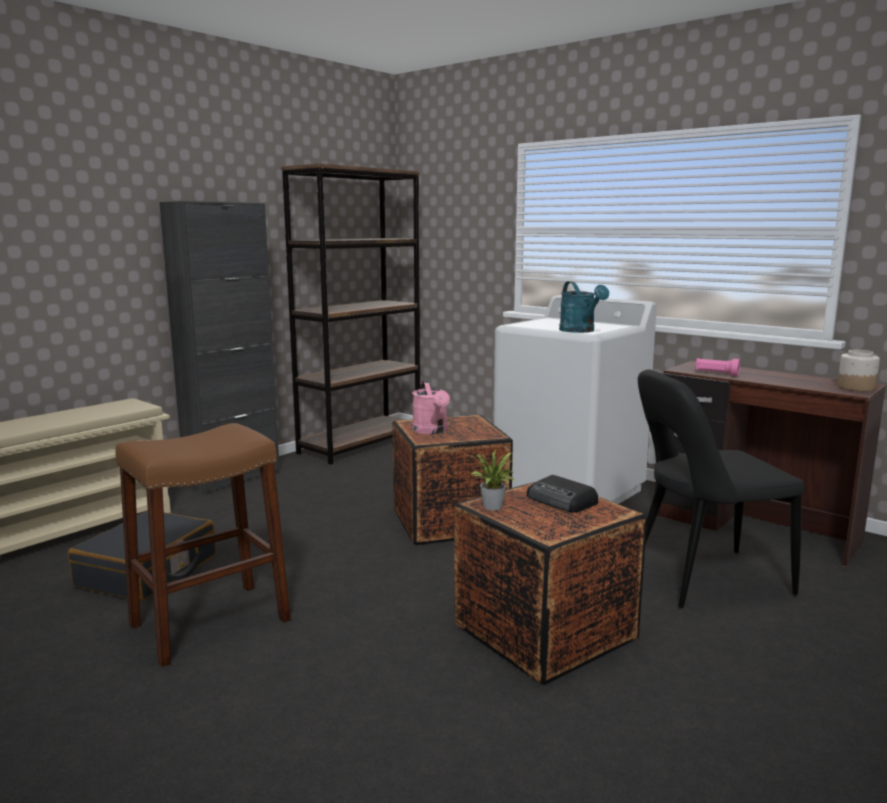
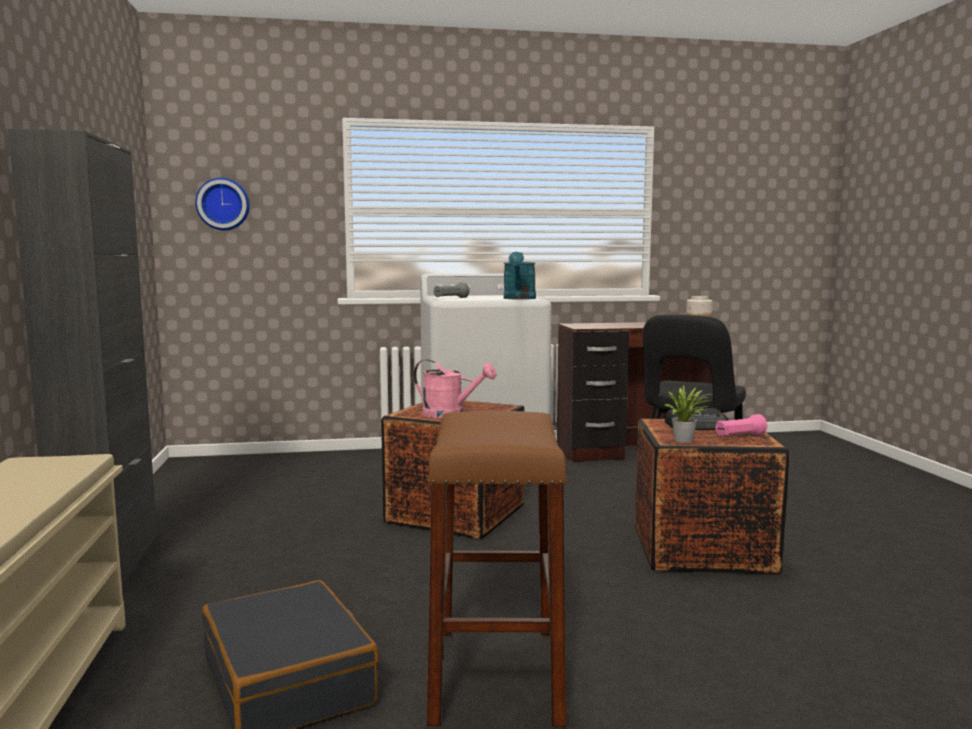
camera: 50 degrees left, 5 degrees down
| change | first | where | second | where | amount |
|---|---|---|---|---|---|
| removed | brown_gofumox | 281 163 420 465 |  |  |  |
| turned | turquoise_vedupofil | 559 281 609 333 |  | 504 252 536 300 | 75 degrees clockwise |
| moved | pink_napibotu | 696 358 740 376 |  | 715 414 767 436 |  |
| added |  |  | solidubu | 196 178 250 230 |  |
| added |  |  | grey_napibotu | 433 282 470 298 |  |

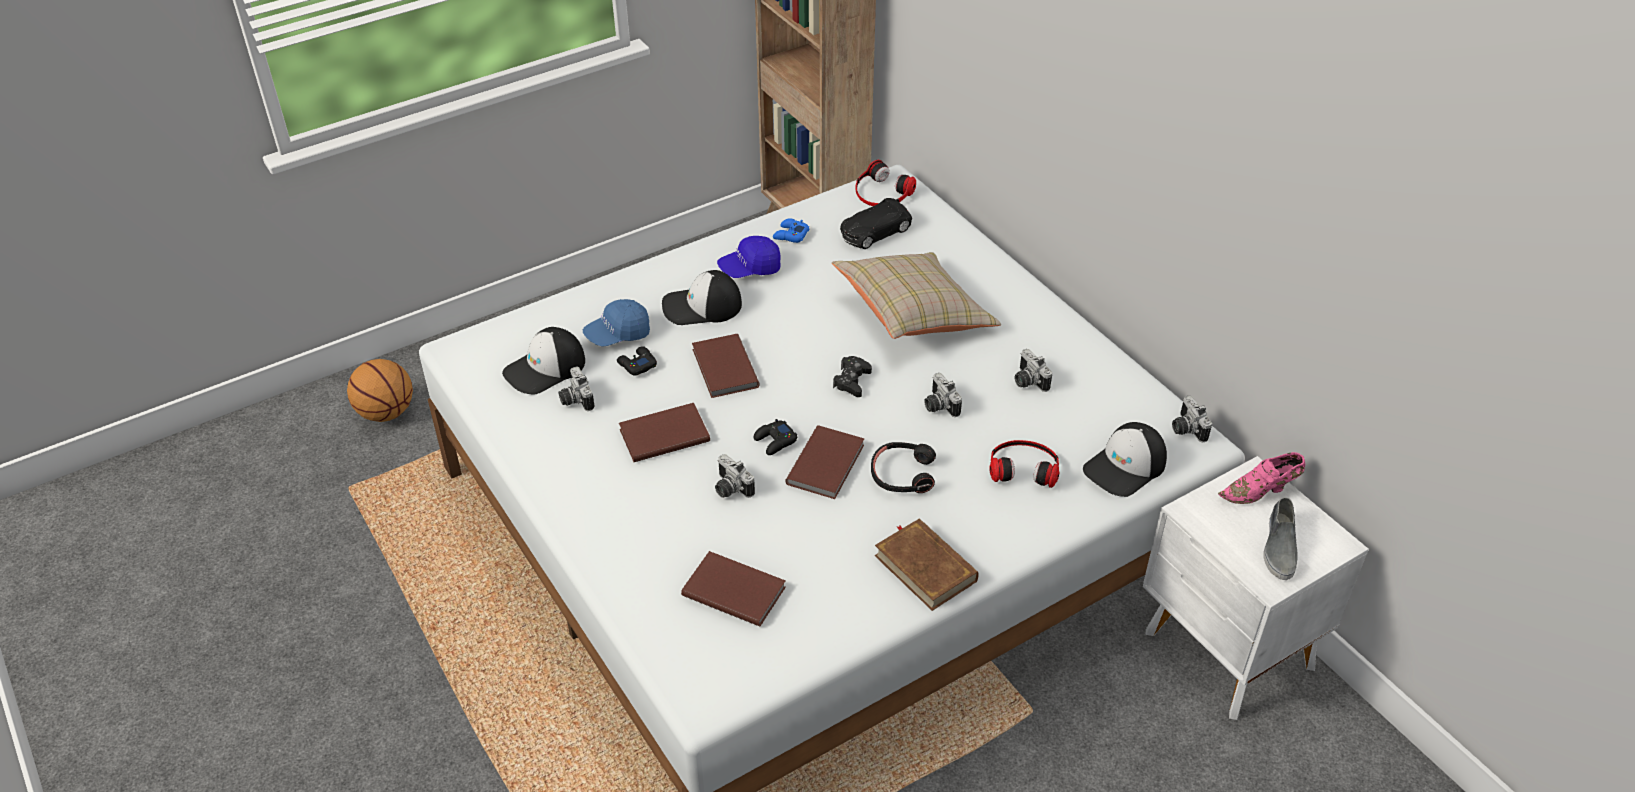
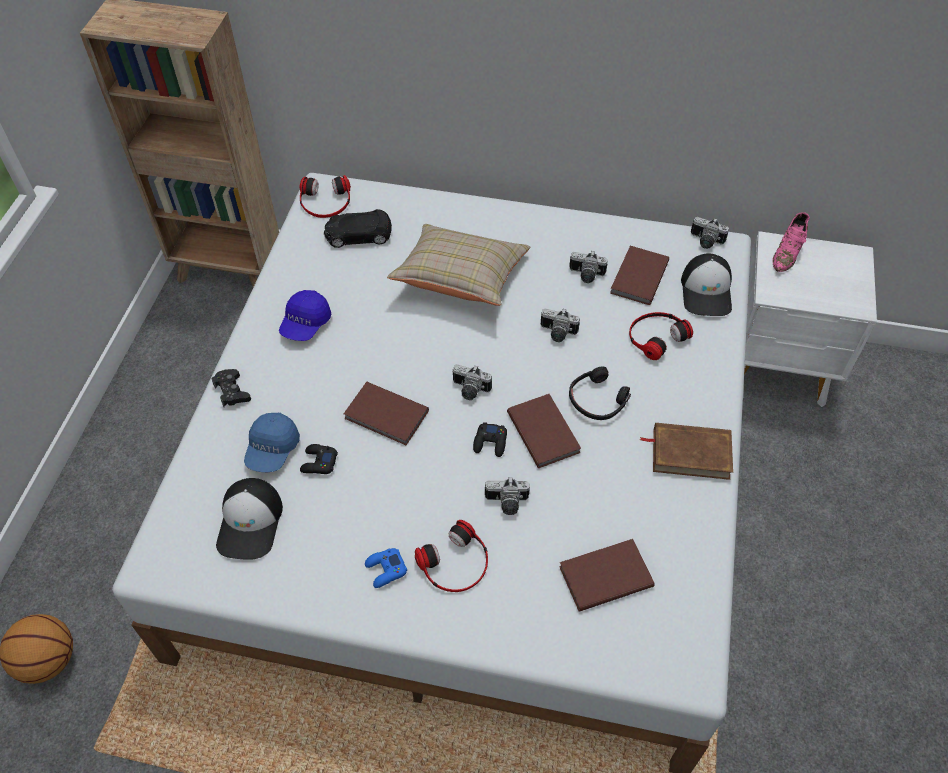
camera: 45 degrees left, 10 degrees up
| change | first | where | second | where | amount |
|---|---|---|---|---|---|
| moved | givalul | 558 366 595 411 |  | 453 364 492 400 |  |
| moved | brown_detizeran | 619 403 710 462 |  | 610 246 669 305 |  |
| removed | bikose | 662 270 742 325 |  |  |  |
| moved | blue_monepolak | 773 218 809 243 |  | 365 548 407 588 |  |
| moved | black_monepolak | 833 356 872 397 |  | 212 369 251 407 |  |
| turned | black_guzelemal | 840 198 912 249 |  | 324 209 392 248 | 75 degrees clockwise |
| removed | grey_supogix | 1263 498 1298 580 |  |  |  |
| added |  |  | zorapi | 415 520 488 592 |  |

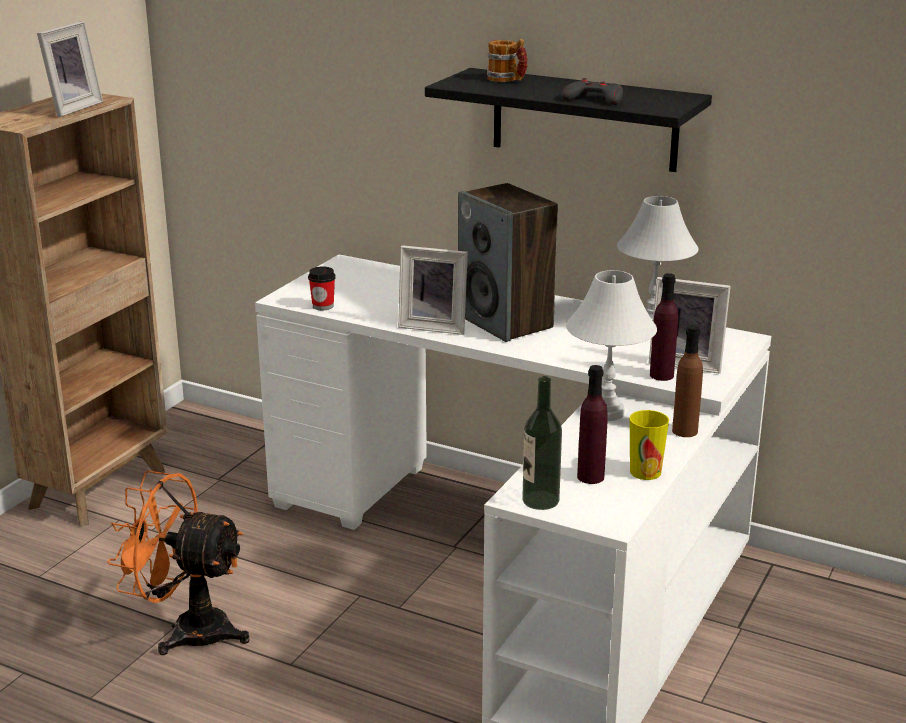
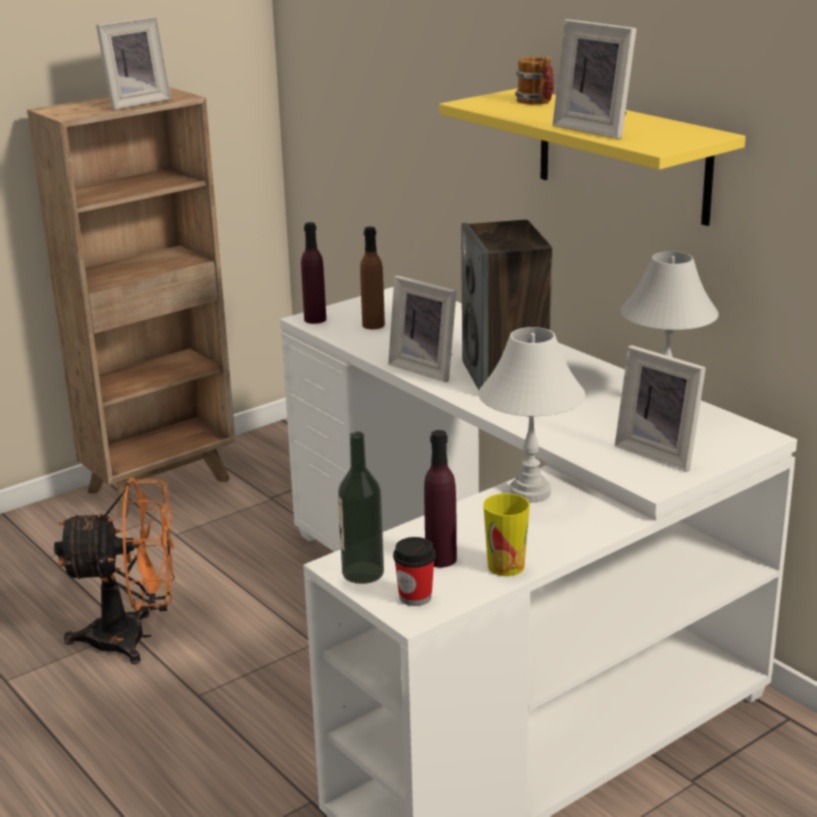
camera: 25 degrees right, 0 degrees up
| change | first | where | second | where | amount |
|---|---|---|---|---|---|
| turned | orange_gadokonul | 107 471 250 655 |  | 54 478 175 664 | 135 degrees clockwise |
| moved | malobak | 308 267 336 310 |  | 393 537 436 606 |  |
| recoloured | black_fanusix | 425 68 712 172 | yellow_fanusix | 439 88 746 226 |  |
| replaced | grey_monepolak | 561 78 623 105 | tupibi | 552 19 637 139 |  |
| moved | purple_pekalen | 650 273 678 381 |  | 301 222 326 324 |  |
| moved | brown_pekalen | 672 325 703 437 |  | 360 227 385 329 |  |

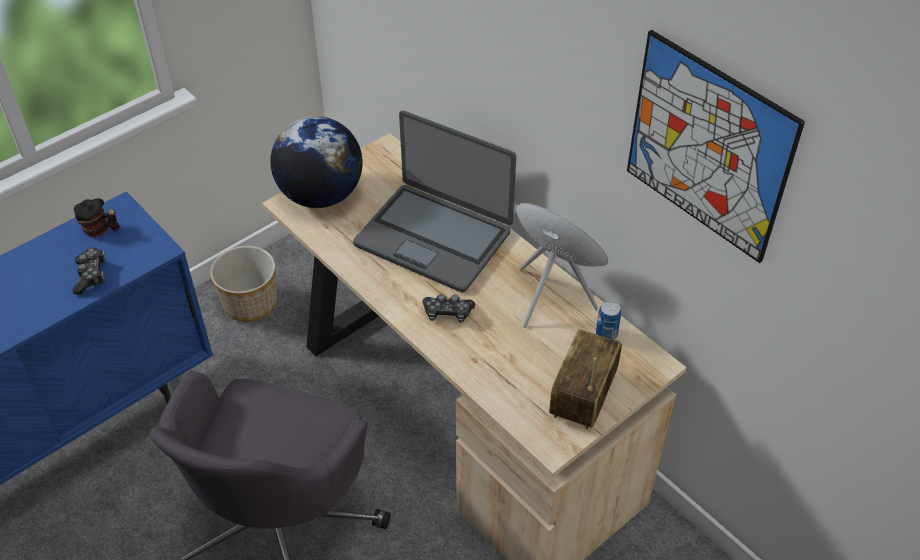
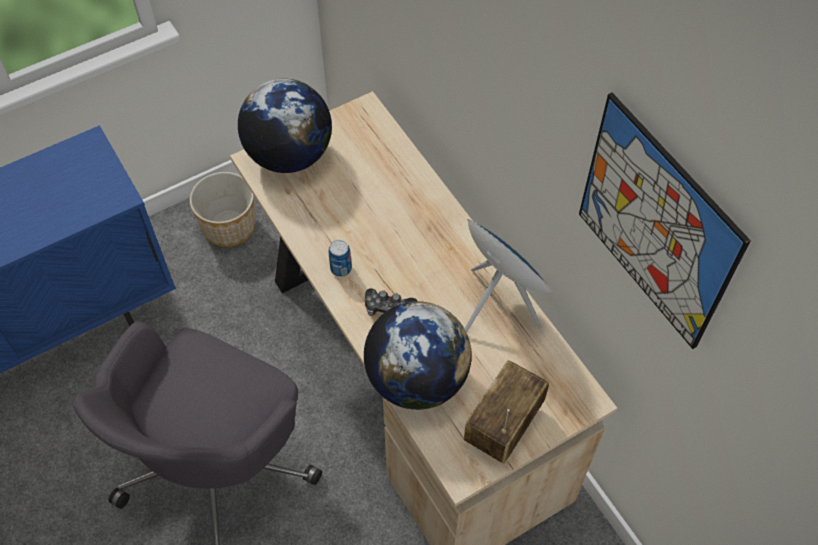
camera: 10 degrees right, 10 degrees up
| change | first | where | second | where | amount |
|---|---|---|---|---|---|
| removed | monepolak | 72 247 105 295 |  |  |  |
| removed | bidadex | 74 198 120 237 |  |  |  |
| removed | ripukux | 353 110 516 293 |  |  |  |
| moved | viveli | 596 301 621 340 |  | 328 240 352 277 |  |
| added |  |  | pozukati | 364 301 472 410 |  |

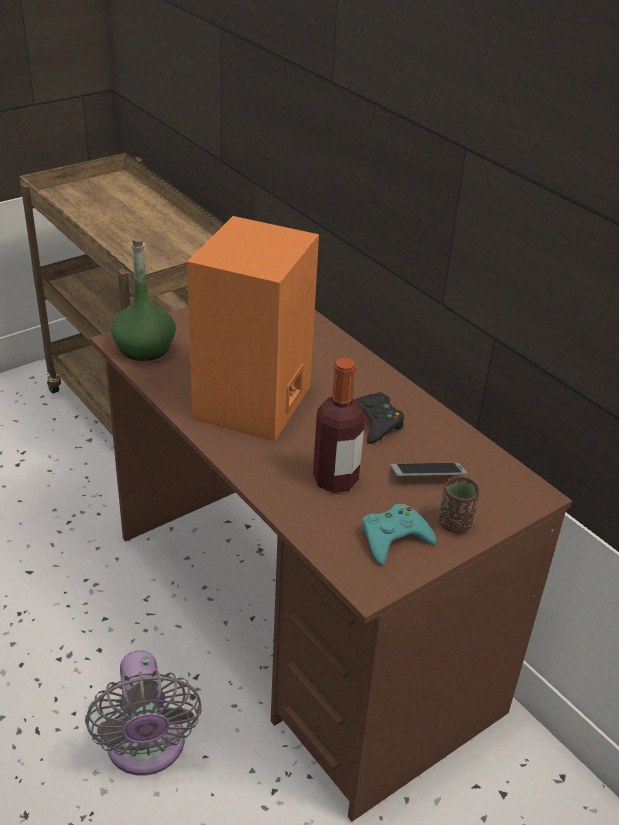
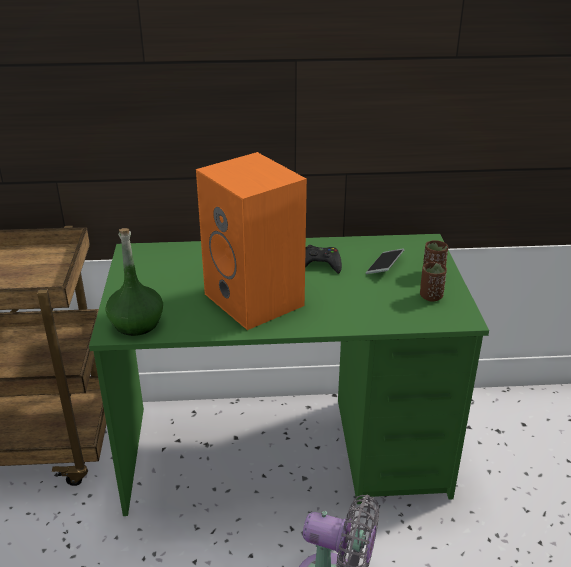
camera: 55 degrees left, 5 degrees down
| change | first | where | second | where | amount |
|---|---|---|---|---|---|
| recoloured | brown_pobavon | 90 306 572 822 | green_pobavon | 89 234 489 516 |  |
| removed | pekalen | 313 358 365 493 |  |  |  |
| replaced | turquoise_monepolak | 362 504 436 565 | brown_malobak | 420 262 447 301 |  |

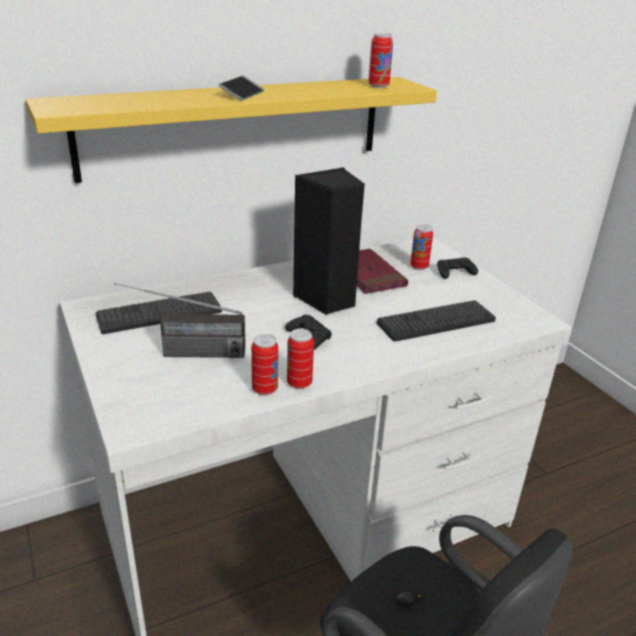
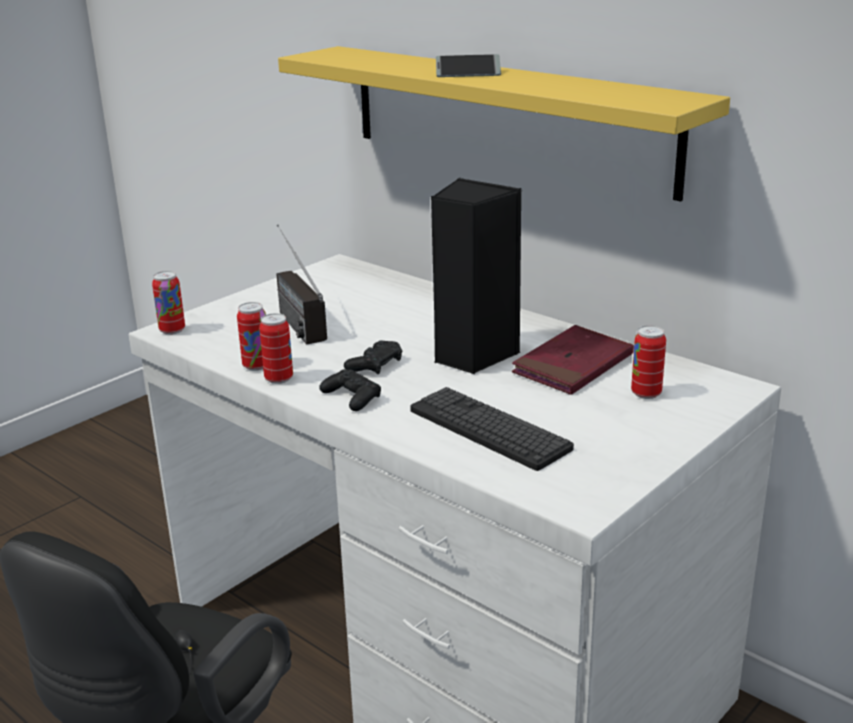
camera: 70 degrees right, 5 degrees down
| change | first | where | second | where | amount |
|---|---|---|---|---|---|
| removed | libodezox | 96 291 222 334 |  |  |  |
| moved | viveli | 368 33 393 88 |  | 152 271 185 335 |  |
| moved | black_monepolak | 437 257 478 279 |  | 319 369 381 411 |  |

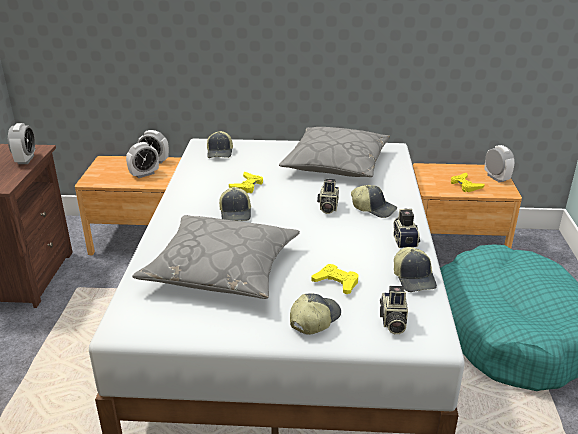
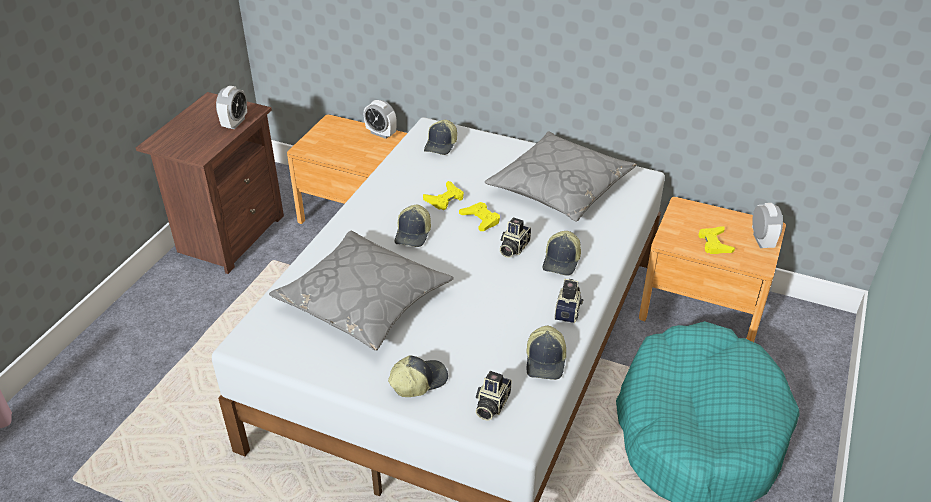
camera: 20 degrees right, 10 degrees up
| change | first | where | second | where | amount |
|---|---|---|---|---|---|
| removed | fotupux | 126 142 159 178 |  |  |  |
| moved | yellow_monepolak | 311 264 358 294 |  | 459 202 500 231 |  |
| turned | bikose | 351 185 397 218 |  | 543 231 581 276 | 60 degrees clockwise |

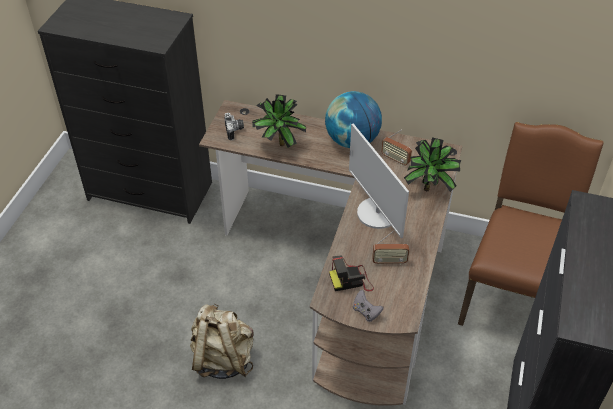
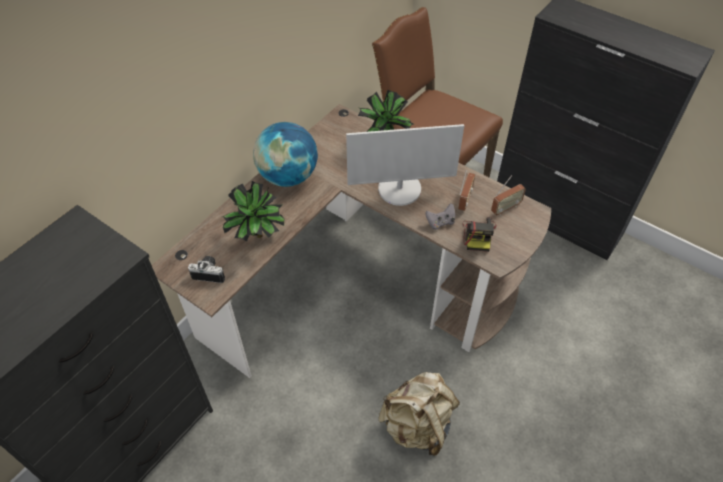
camera: 70 degrees left, 5 degrees up
| change | first | where | second | where | amount |
|---|---|---|---|---|---|
| moved | grey_monepolak | 353 290 384 322 |  | 425 203 455 230 |  |
| moved | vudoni | 381 130 412 166 |  | 491 176 526 215 |  |

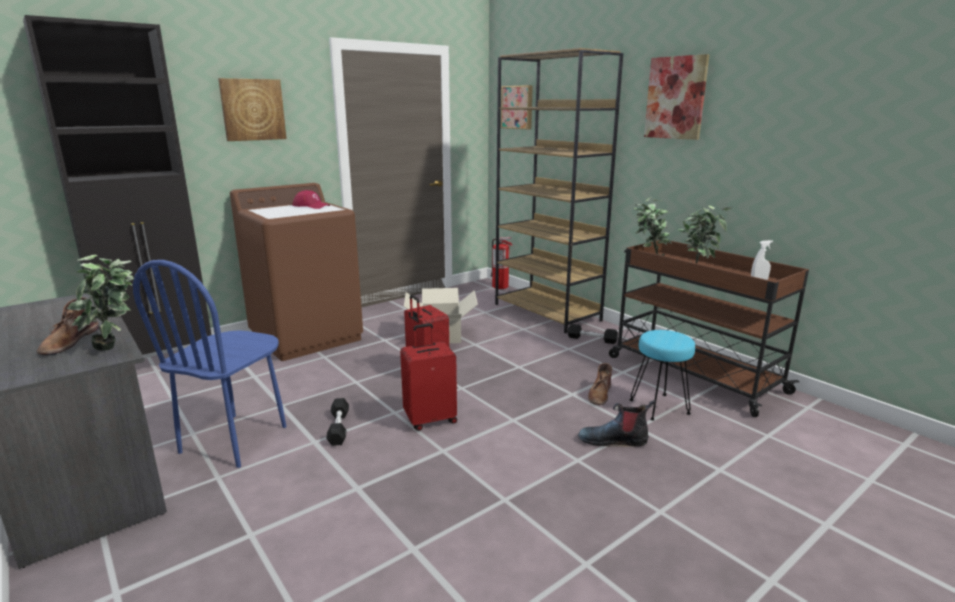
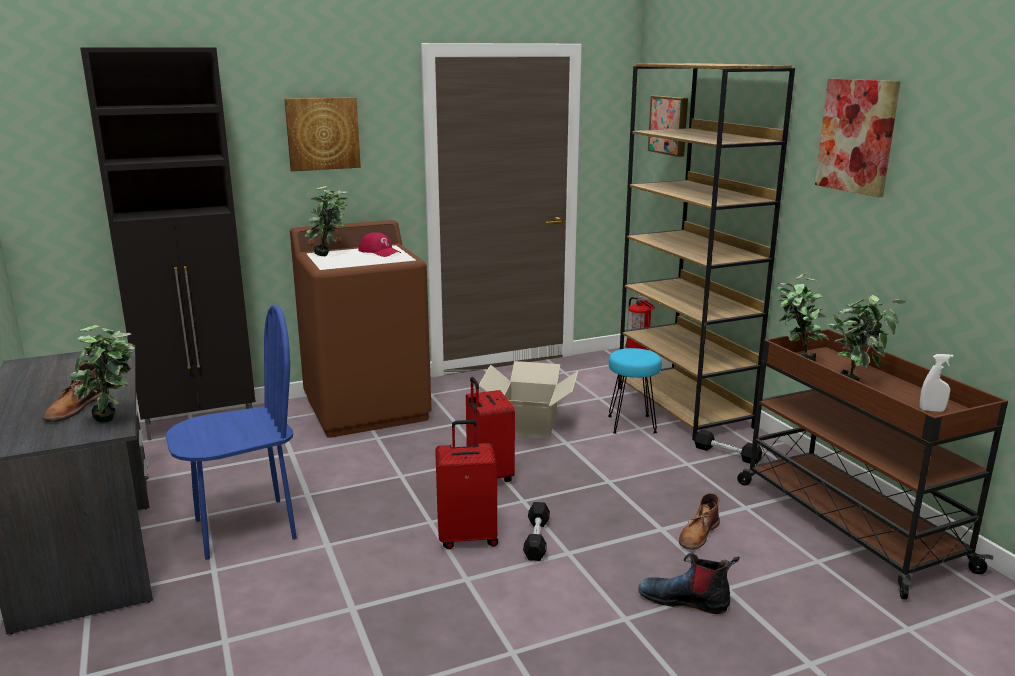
camera: 15 degrees right, 0 degrees up
| change | first | where | second | where | amount |
|---|---|---|---|---|---|
| turned | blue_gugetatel | 133 260 287 468 |  | 166 304 297 560 | 150 degrees counterclockwise |
| moved | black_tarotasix | 326 398 349 446 |  | 523 502 550 561 |  |
| moved | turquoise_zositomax | 629 330 695 421 |  | 608 348 662 434 |  |
| added |  |  | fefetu | 305 186 348 256 |  |

